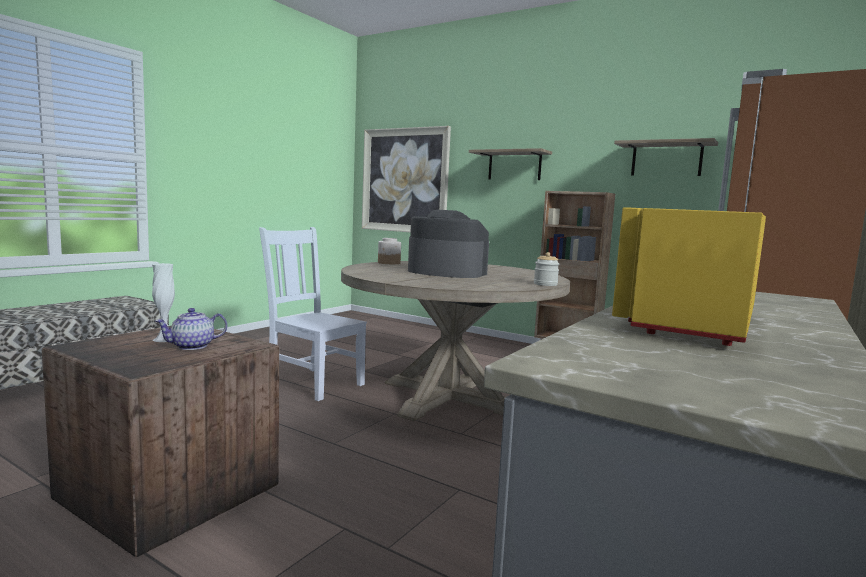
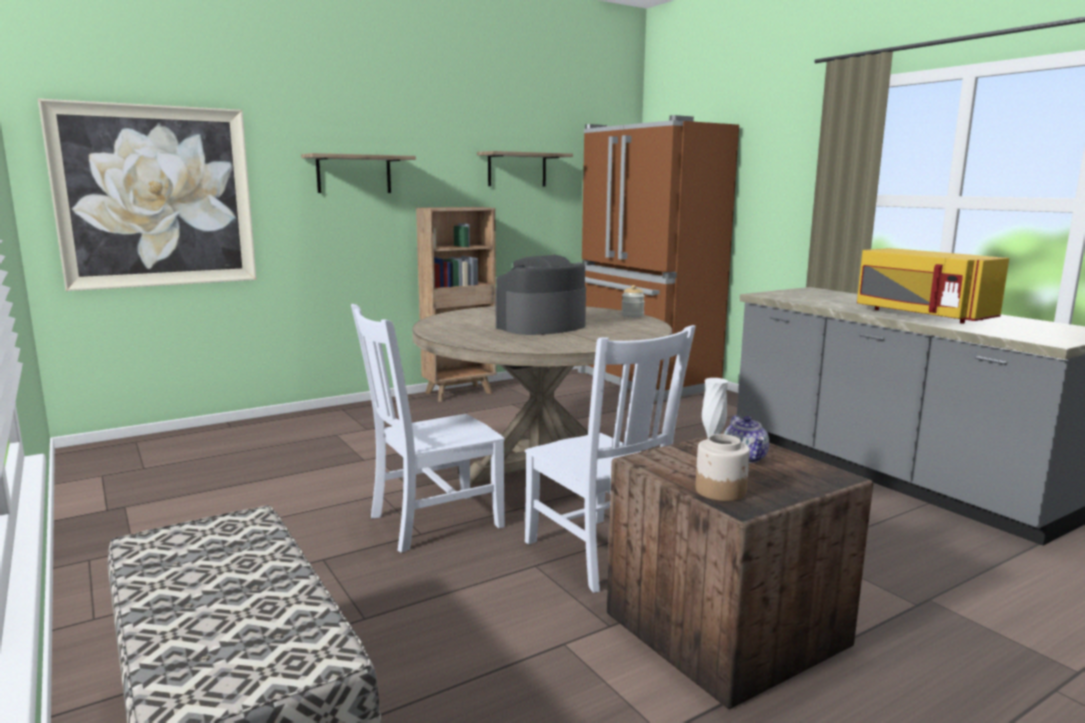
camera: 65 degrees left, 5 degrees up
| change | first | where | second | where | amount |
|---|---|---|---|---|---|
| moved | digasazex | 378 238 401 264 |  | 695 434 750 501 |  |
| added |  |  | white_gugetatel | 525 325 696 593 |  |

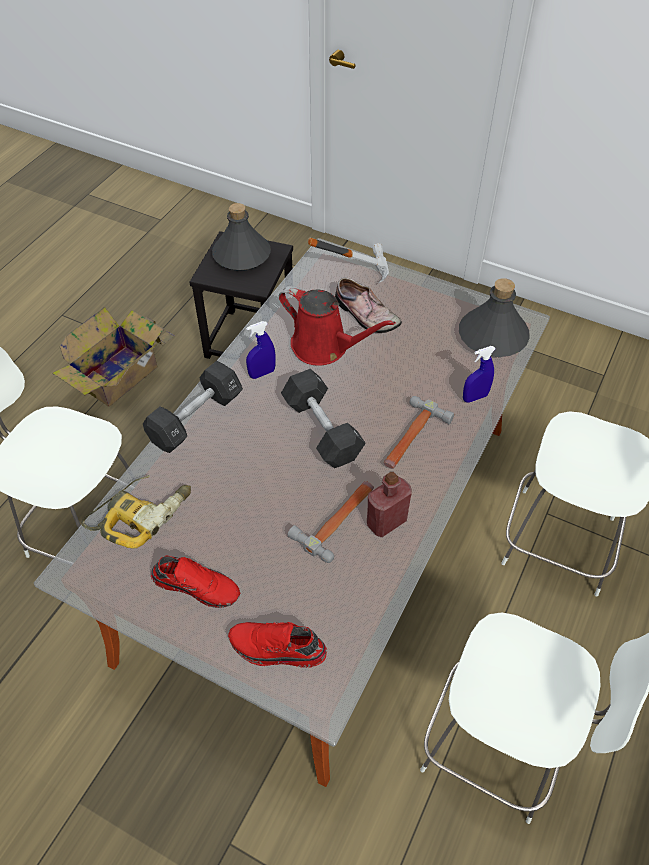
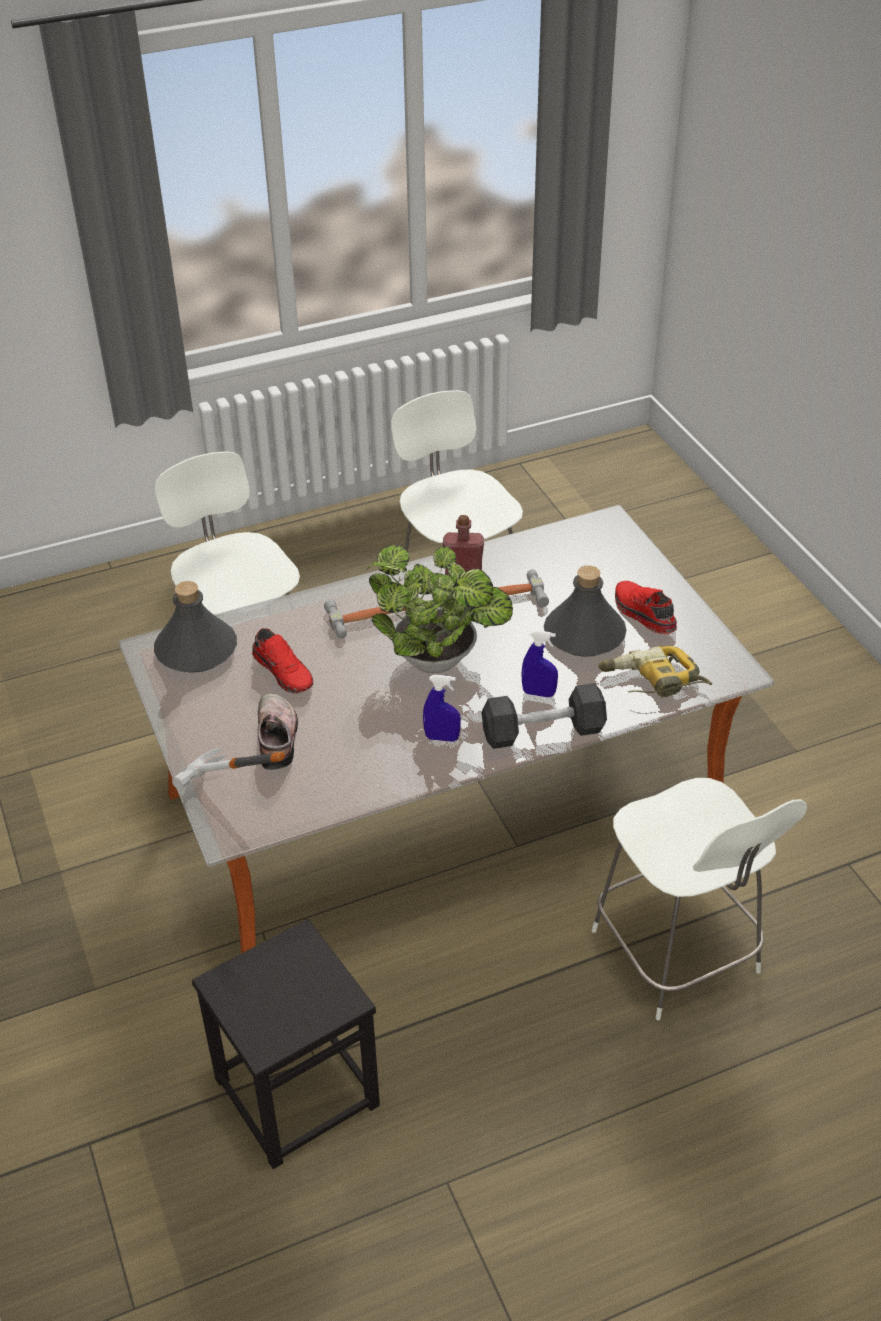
camera: 140 degrees left, 10 degrees down
| change | first | where | second | where | amount |
|---|---|---|---|---|---|
| removed | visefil | 52 307 175 407 |  |  |  |
| moved | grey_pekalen | 212 203 271 271 |  | 544 565 627 657 |  |
| moved | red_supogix | 228 622 327 668 |  | 252 628 313 694 |  |
| removed | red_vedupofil | 279 286 396 366 |  |  |  |
| replaced | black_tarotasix | 281 369 366 468 | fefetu | 367 545 513 673 |  |
| moved | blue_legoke | 463 346 496 403 |  | 522 630 558 697 |  |

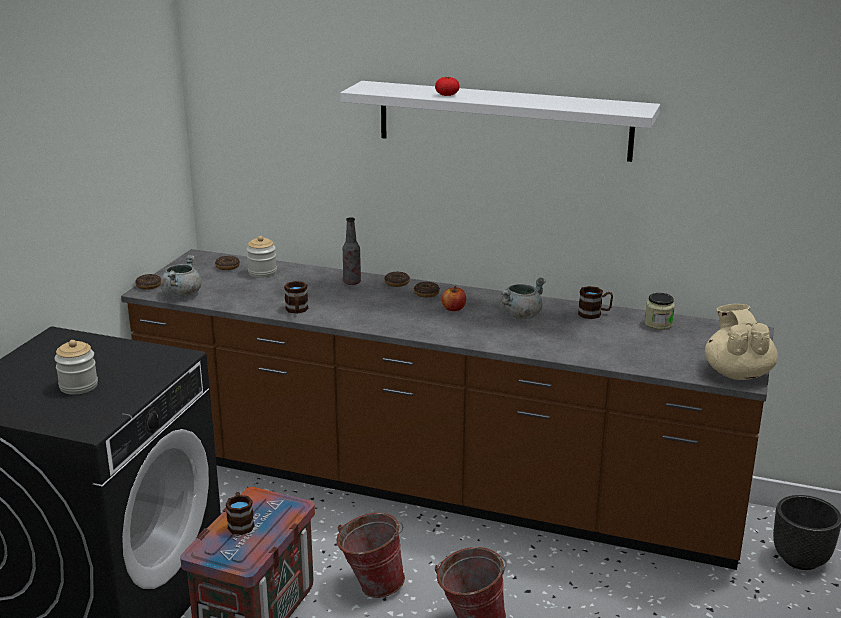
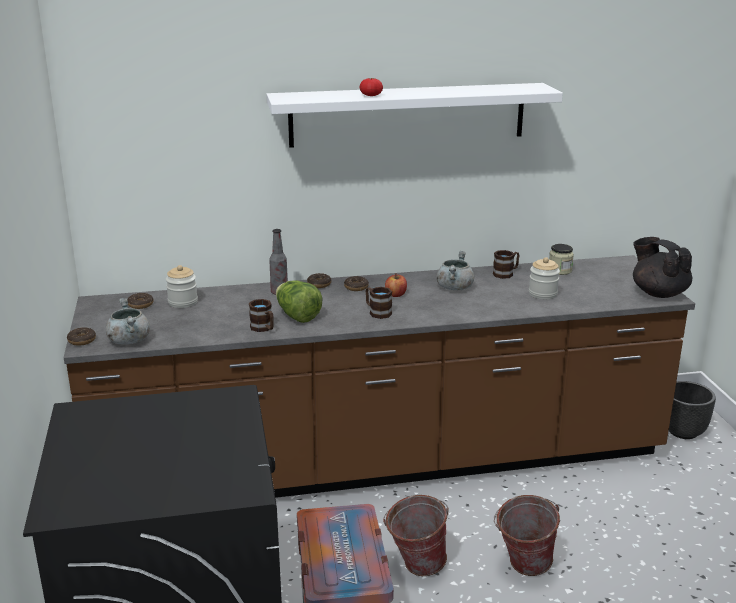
camera: 30 degrees left, 0 degrees up
| change | first | where | second | where | amount |
|---|---|---|---|---|---|
| moved | digasazex | 54 340 98 395 |  | 529 257 560 299 |  |
| moved | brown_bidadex | 226 492 254 535 |  | 366 287 392 319 |  |
| recoloured | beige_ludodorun | 705 304 778 380 | black_ludodorun | 633 237 692 298 |  |
| added |  |  | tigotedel | 276 280 323 323 |  |

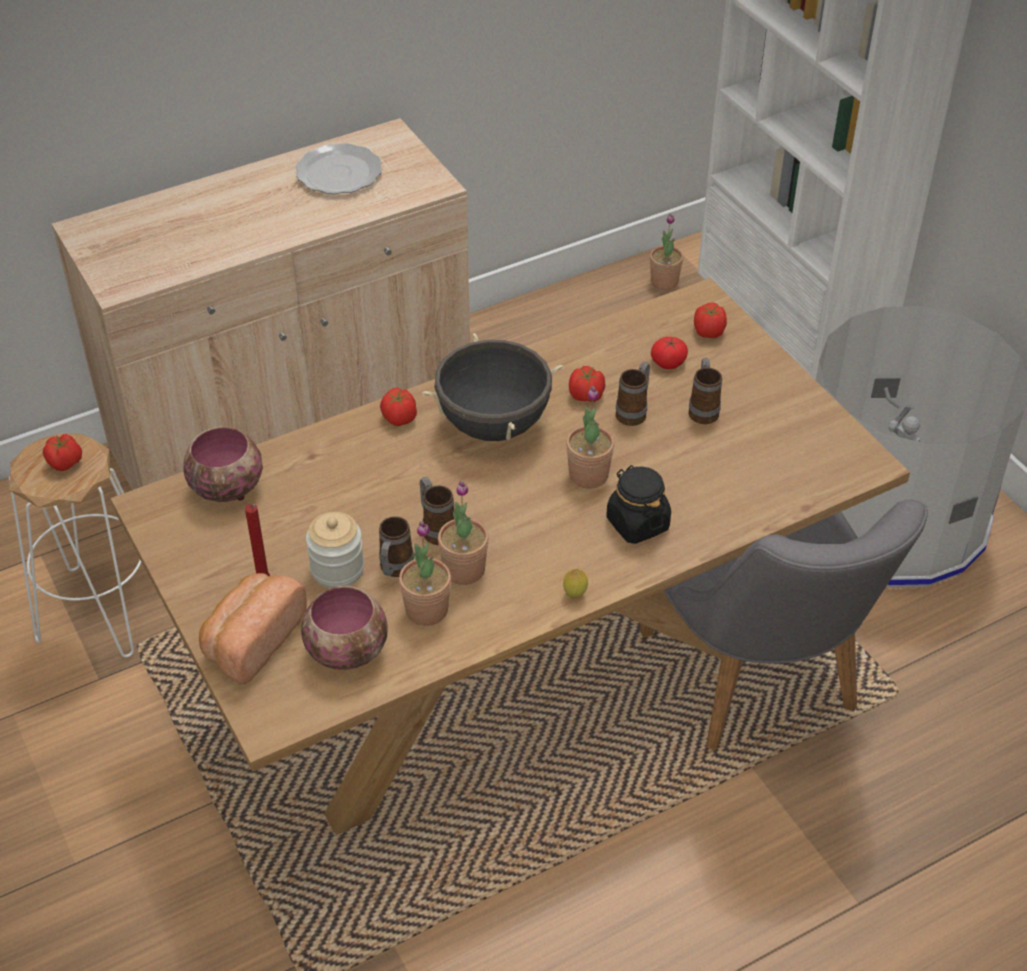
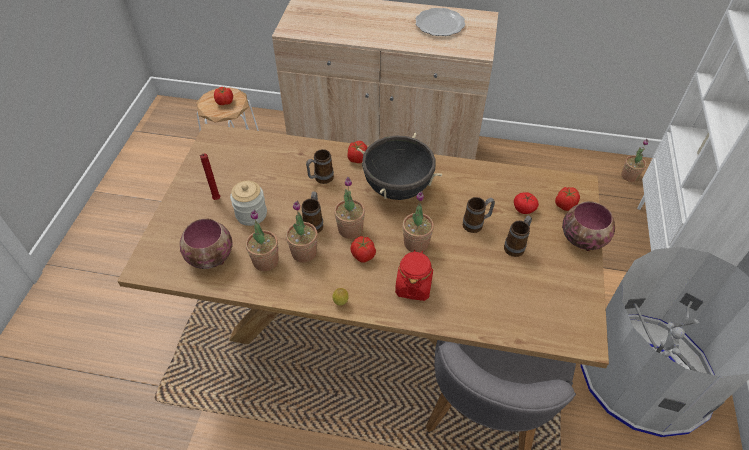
camera: 40 degrees right, 5 degrees up
| change | first | where | second | where | amount |
|---|---|---|---|---|---|
| moved | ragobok | 183 427 263 502 |  | 562 201 615 251 |  |
| removed | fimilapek | 199 573 307 684 |  |  |  |
| moved | bidadex | 379 516 414 577 |  | 306 149 334 184 |  |
| moved | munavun | 569 366 605 402 |  | 350 236 376 262 |  |
| recoloured | black_digasazex | 606 465 671 544 | red_digasazex | 395 250 433 301 |  |
| added |  |  | fefetu | 334 177 365 239 |  |

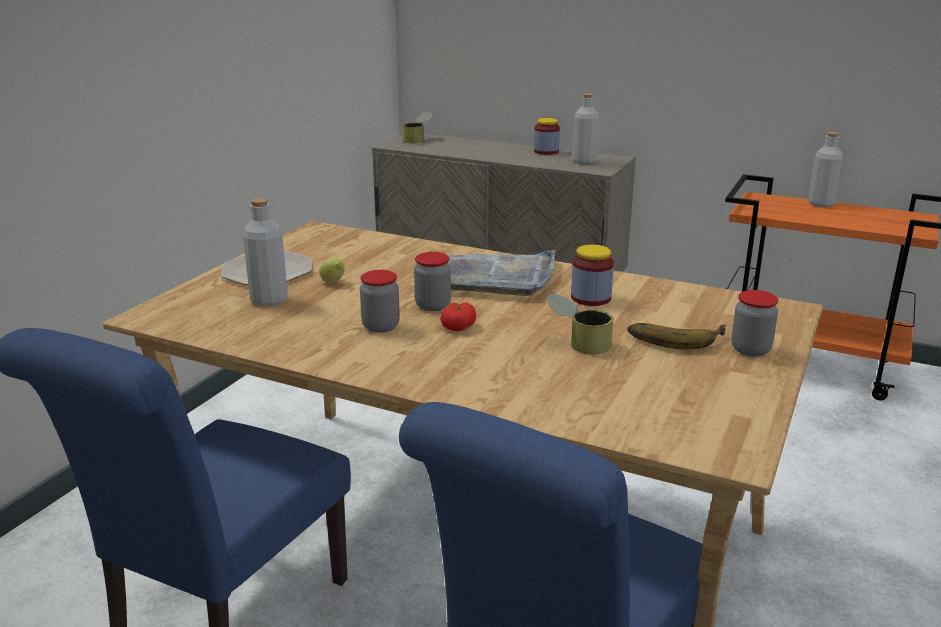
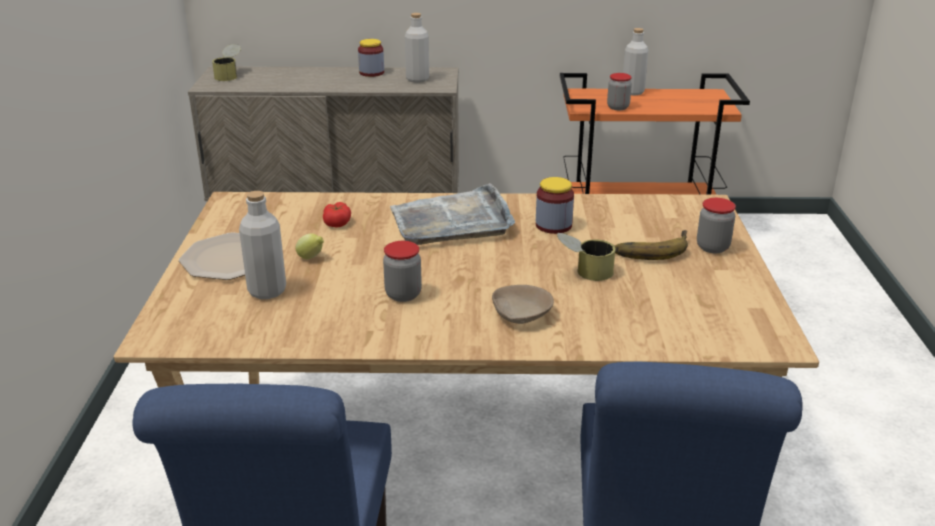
camera: 25 degrees left, 5 degrees up
| change | first | where | second | where | amount |
|---|---|---|---|---|---|
| moved | digasazex | 414 252 451 311 |  | 607 73 632 110 |  |
| moved | munavun | 440 302 476 331 |  | 323 202 351 228 |  |
| added |  |  | beige_ragobok | 492 285 554 324 |  |

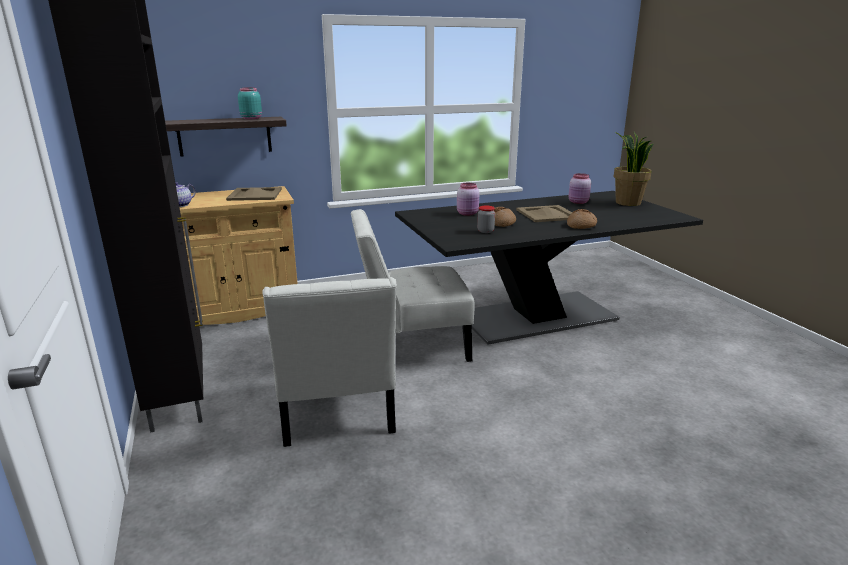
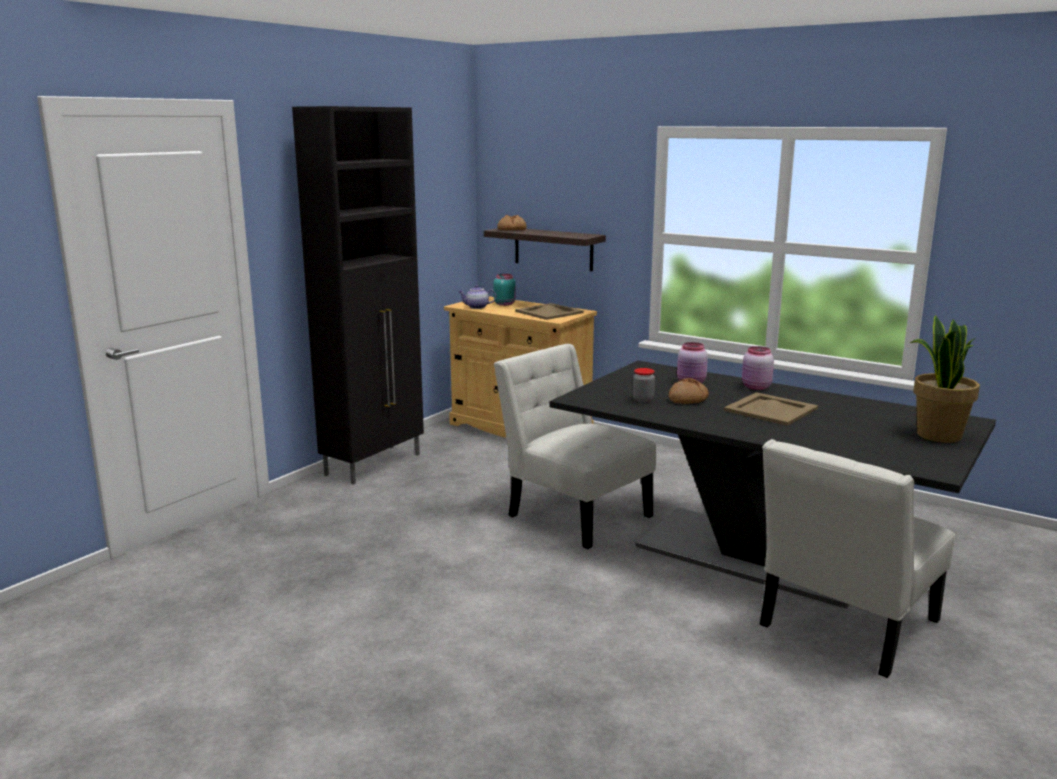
camera: 55 degrees right, 5 degrees down
| change | first | where | second | where | amount |
|---|---|---|---|---|---|
| moved | turquoise_digasazex | 238 87 262 119 |  | 493 274 516 306 |  |
| moved | white_gugetatel | 262 277 397 447 |  | 759 439 955 678 |  |
| moved | fimilapek | 567 209 597 229 |  | 497 215 527 231 |  |
| moved | pink_digasazex | 569 173 591 204 |  | 742 346 774 390 |  |

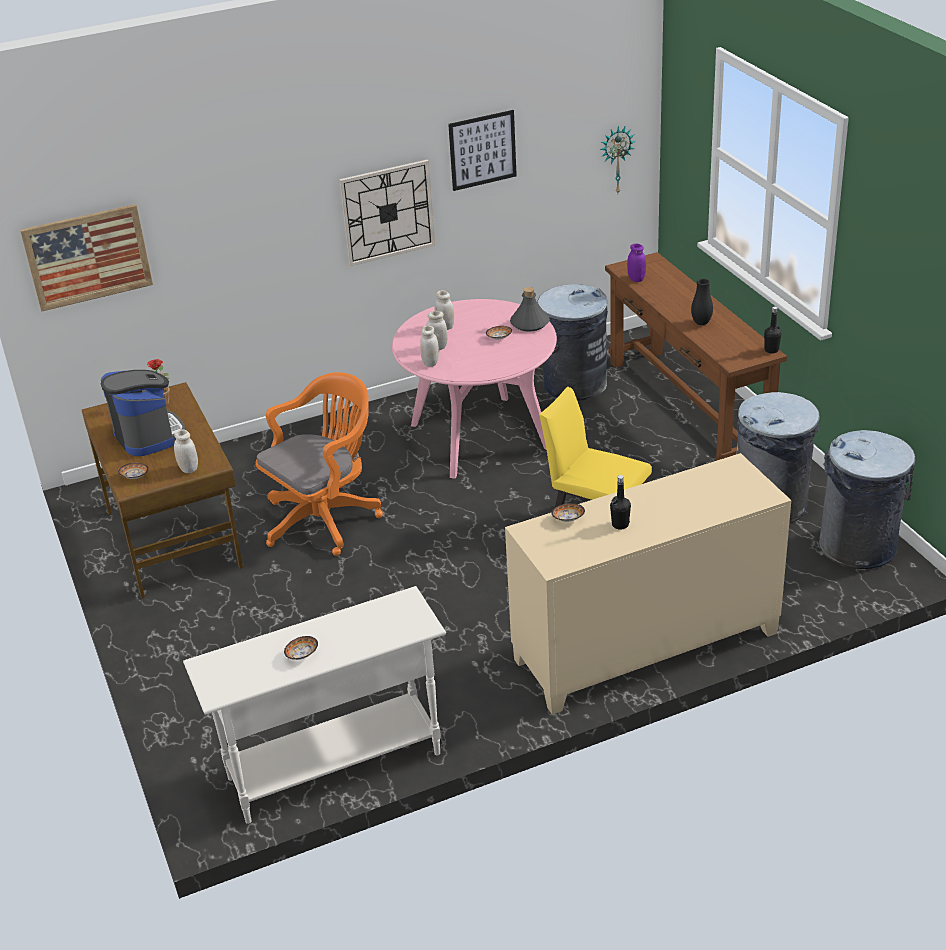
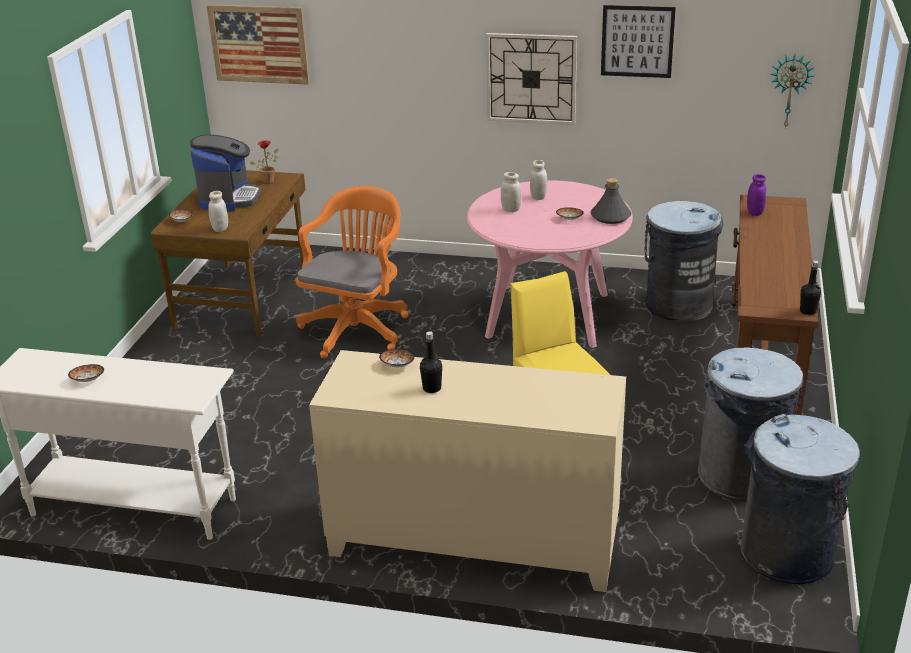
camera: 35 degrees right, 5 degrees down
| change | first | where | second | where | amount |
|---|---|---|---|---|---|
| turned | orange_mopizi | 256 372 383 556 |  | 295 186 409 359 | 60 degrees counterclockwise |
| removed | white_digasazex | 420 325 439 367 |  |  |  |
| removed | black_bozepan | 691 279 713 325 |  |  |  |

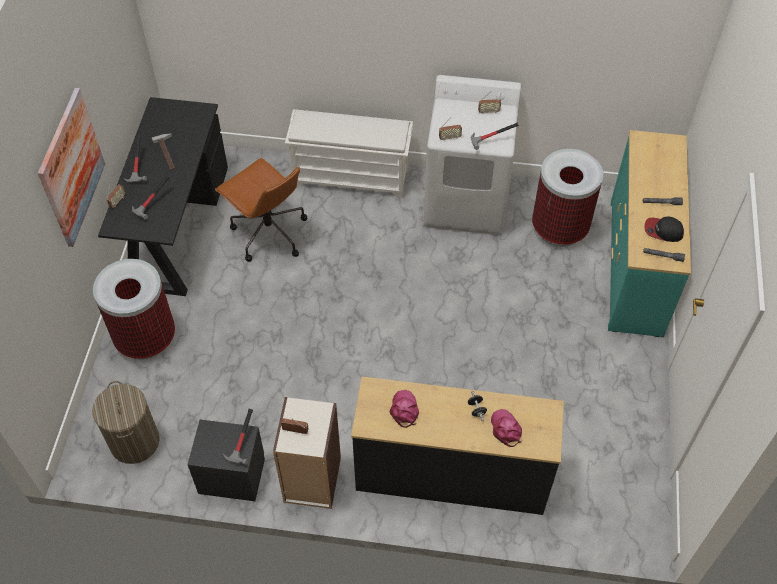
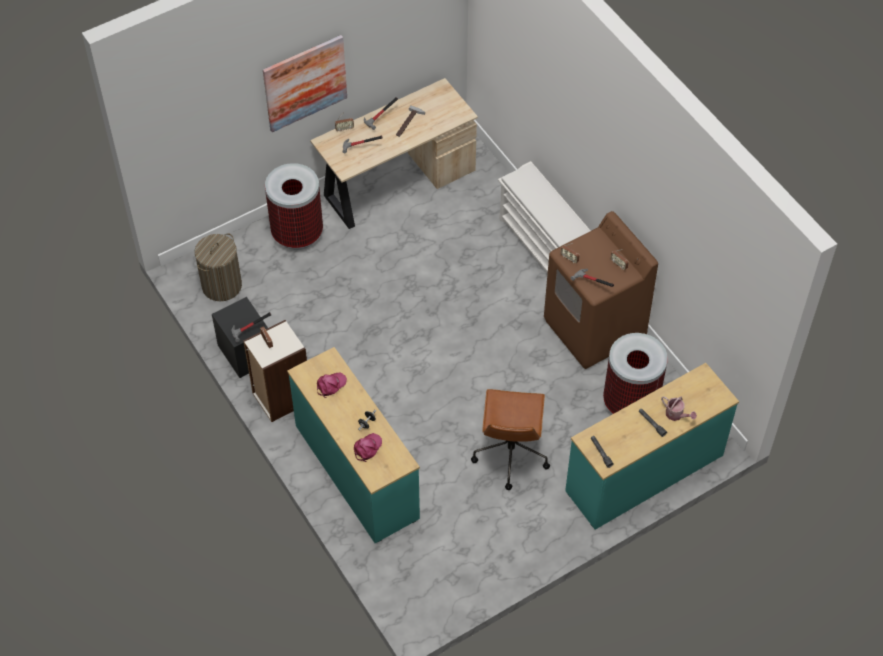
camera: 50 degrees right, 0 degrees up
| change | first | where | second | where | amount |
|---|---|---|---|---|---|
| recoloured | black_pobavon | 98 97 228 296 | beige_pobavon | 310 78 478 229 |  |
| moved | brown_mopizi | 215 158 307 262 |  | 471 389 550 490 |  |
| recoloured | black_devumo | 351 377 564 515 | turquoise_devumo | 287 347 420 543 |  |
| recoloured | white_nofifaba | 424 75 521 235 | brown_nofifaba | 544 211 658 369 |  |
| removed | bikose | 644 216 684 242 |  |  |  |
| added |  |  | vedupofil | 661 396 697 421 |  |

